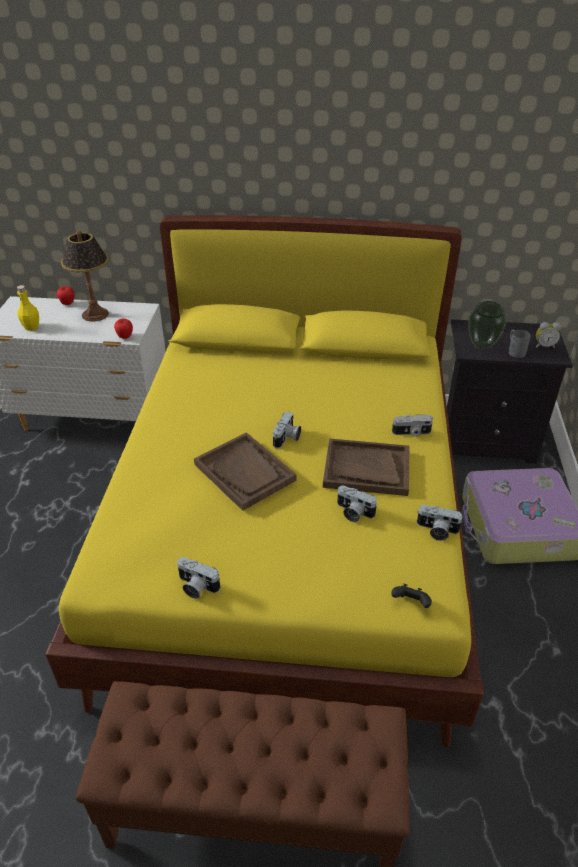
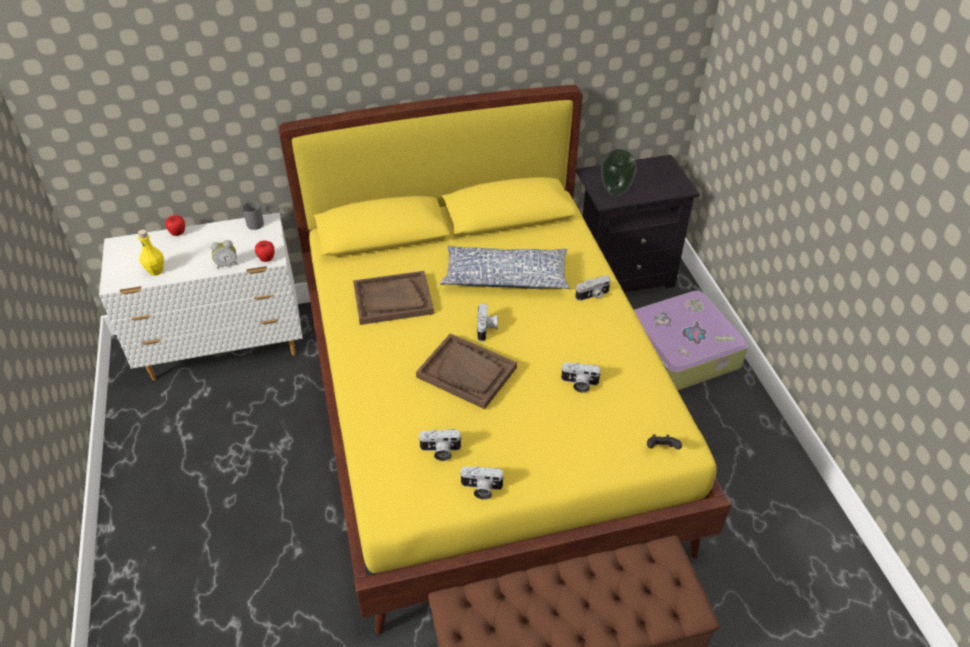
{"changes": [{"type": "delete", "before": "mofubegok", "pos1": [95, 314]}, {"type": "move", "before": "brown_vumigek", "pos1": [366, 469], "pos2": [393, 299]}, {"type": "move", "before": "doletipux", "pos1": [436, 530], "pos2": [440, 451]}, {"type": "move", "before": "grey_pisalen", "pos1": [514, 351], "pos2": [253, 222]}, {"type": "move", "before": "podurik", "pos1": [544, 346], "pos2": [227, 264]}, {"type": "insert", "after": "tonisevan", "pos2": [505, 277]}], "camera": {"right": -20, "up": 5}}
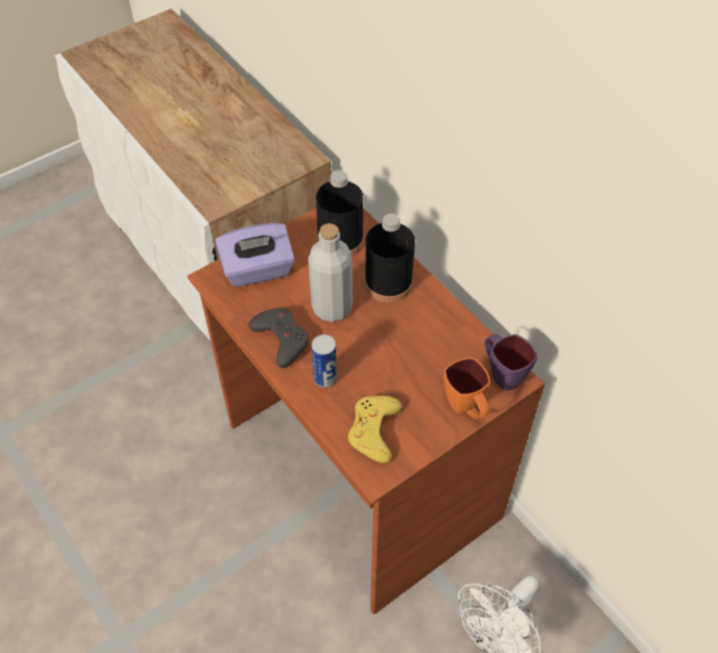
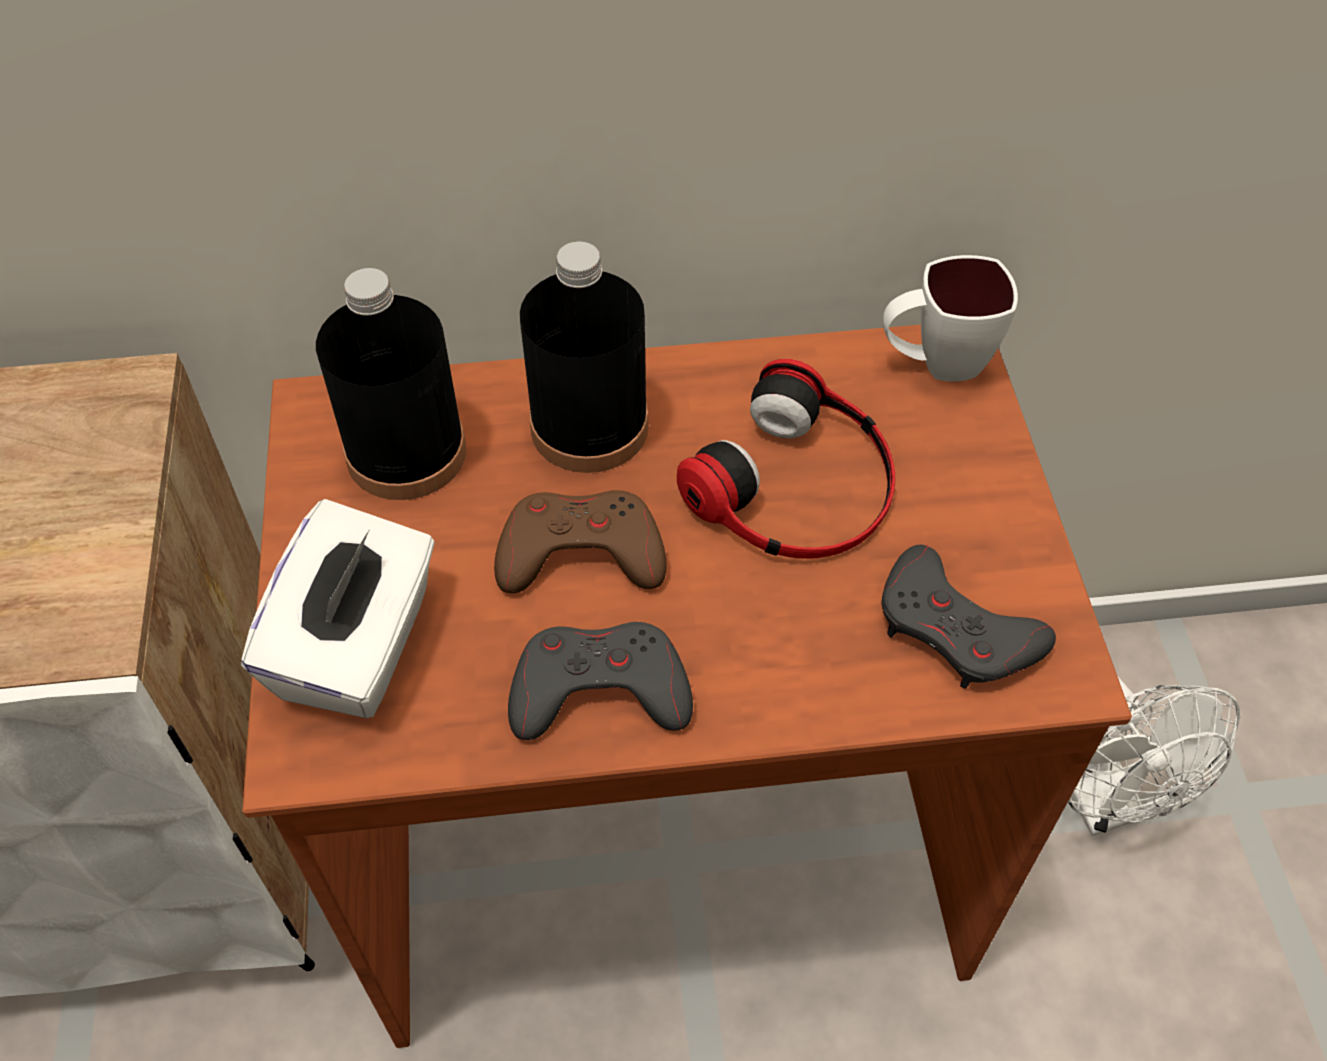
{"changes": [{"type": "recolor", "before": "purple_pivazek", "after": "white_pivazek", "pos1": [258, 270], "pos2": [359, 646]}, {"type": "replace", "before": "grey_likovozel", "after": "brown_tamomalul", "pos1": [332, 307], "pos2": [580, 553]}, {"type": "delete", "before": "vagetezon", "pos1": [325, 379]}, {"type": "recolor", "before": "yellow_tamomalul", "after": "grey_tamomalul", "pos1": [374, 431], "pos2": [955, 629]}, {"type": "delete", "before": "orange_pisalen", "pos1": [466, 409]}, {"type": "recolor", "before": "purple_pisalen", "after": "white_pisalen", "pos1": [502, 374], "pos2": [934, 364]}, {"type": "insert", "after": "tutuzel", "pos2": [797, 485]}], "camera": {"right": -60, "up": 0}}
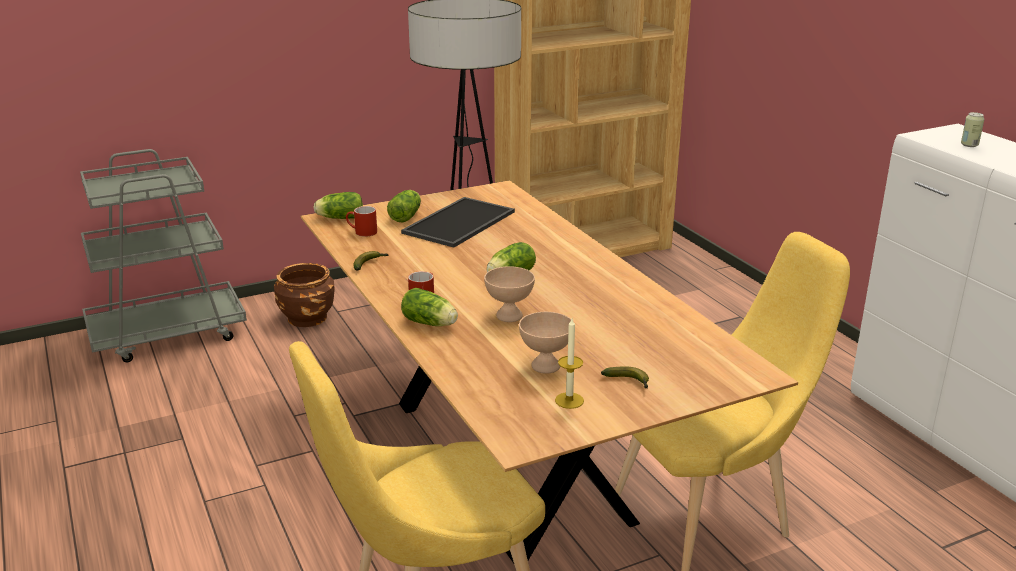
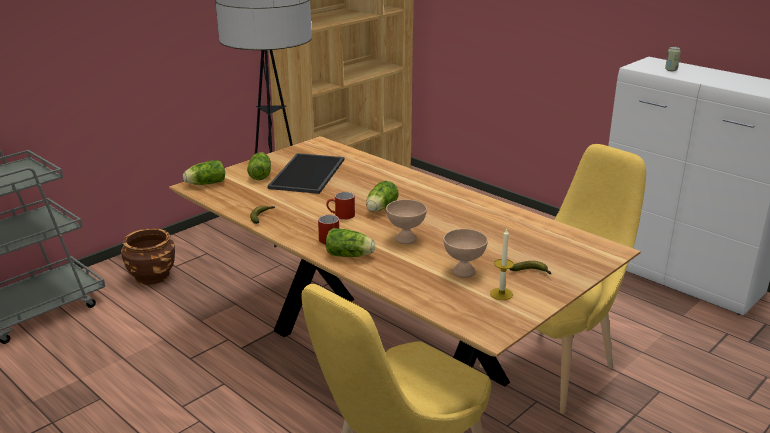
{"changes": [{"type": "move", "before": "red_pisalen", "pos1": [361, 232], "pos2": [341, 216]}], "camera": {"right": -20, "up": 0}}
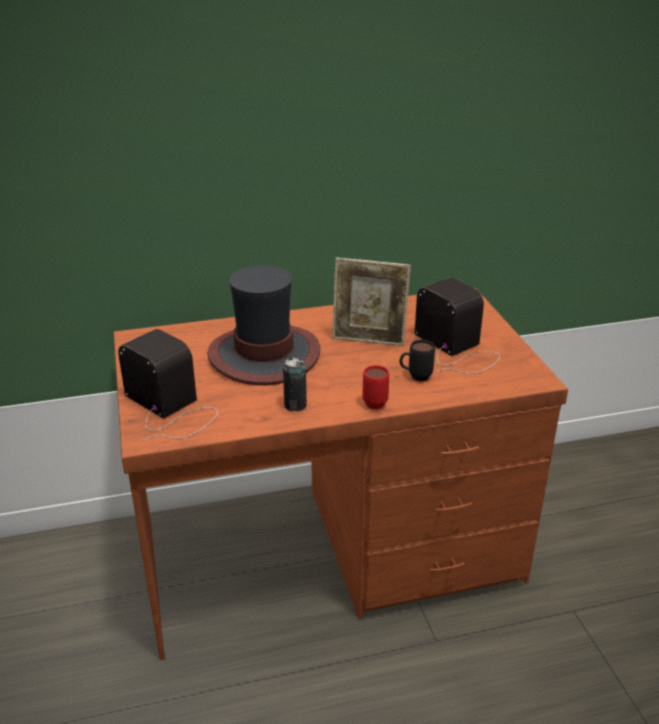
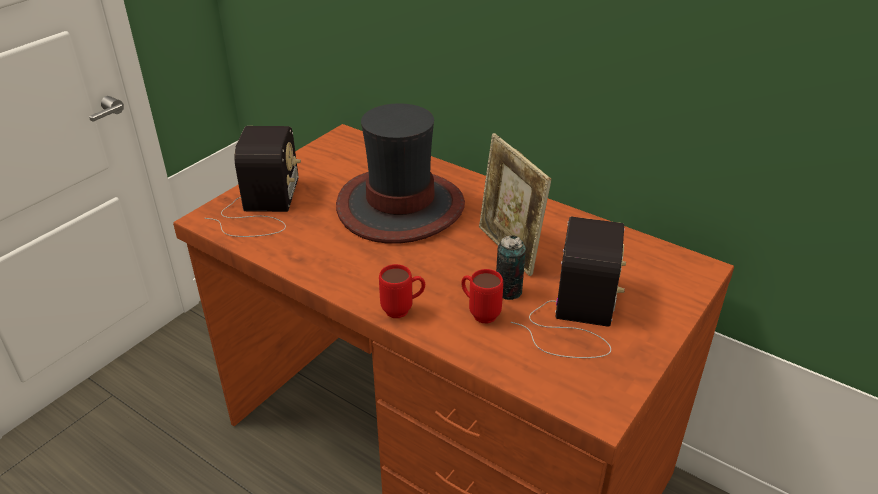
{"changes": [{"type": "move", "before": "vagetezon", "pos1": [295, 405], "pos2": [508, 291]}, {"type": "recolor", "before": "black_pisalen", "after": "red_pisalen", "pos1": [415, 377], "pos2": [479, 313]}], "camera": {"right": 50, "up": 5}}
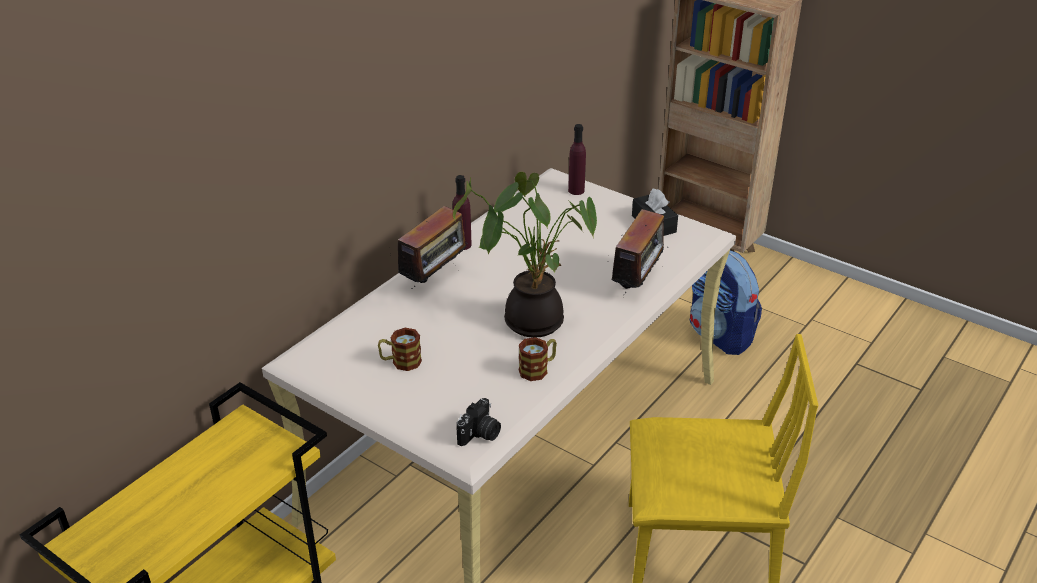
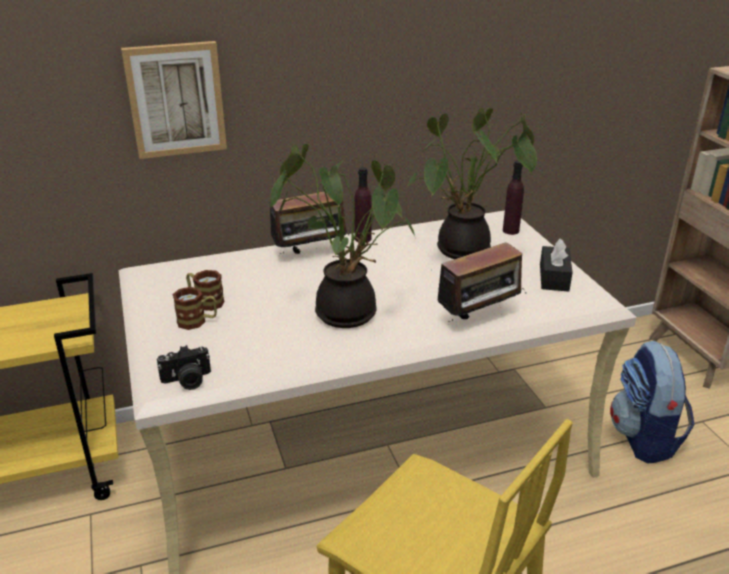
{"changes": [{"type": "move", "before": "pisalen", "pos1": [538, 369], "pos2": [197, 321]}, {"type": "insert", "after": "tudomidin", "pos2": [176, 99]}, {"type": "insert", "after": "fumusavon", "pos2": [462, 252]}], "camera": {"right": 35, "up": -5}}
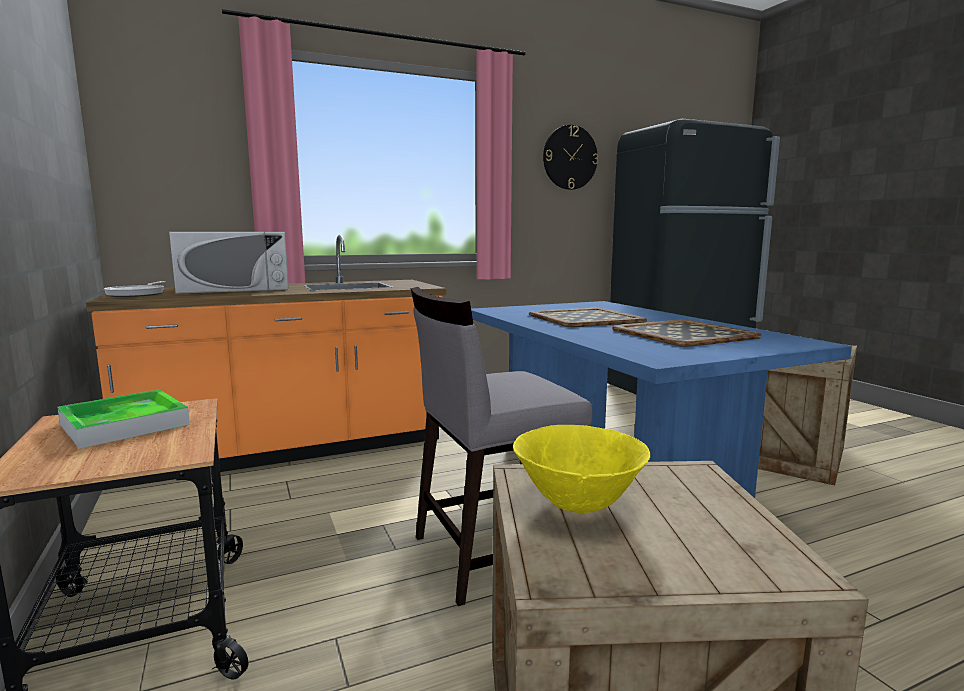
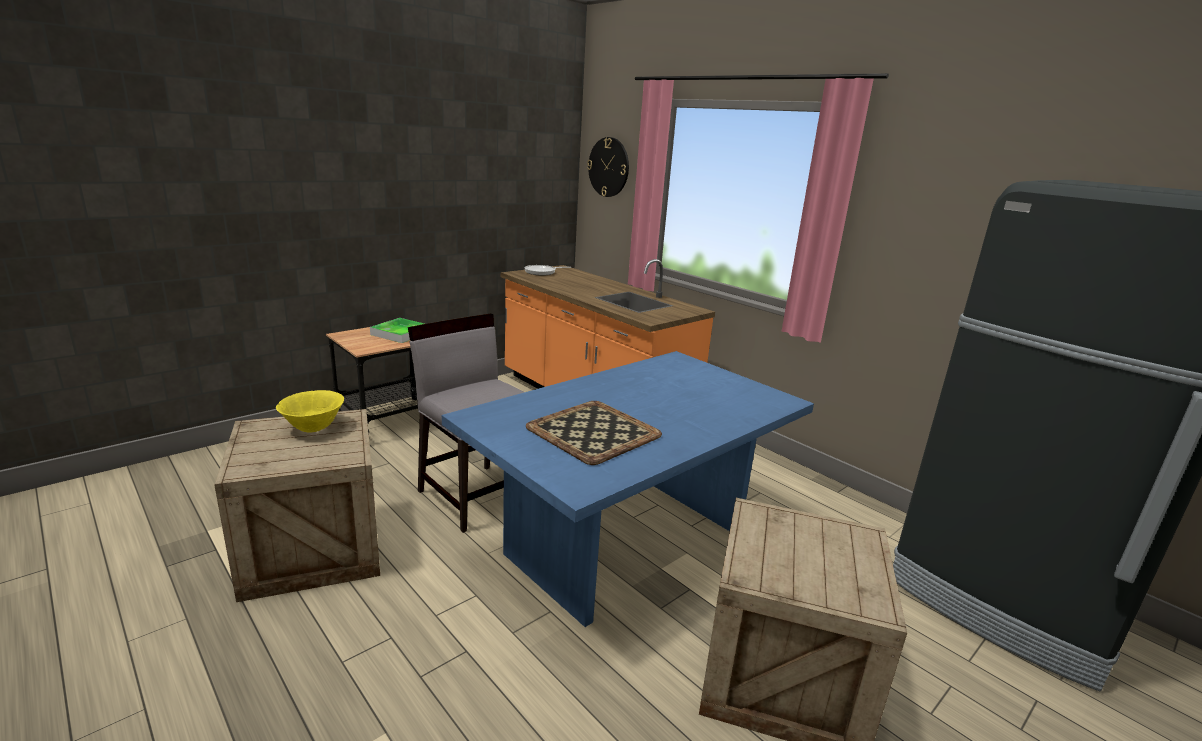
{"changes": [{"type": "delete", "before": "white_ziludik", "pos1": [236, 288]}, {"type": "delete", "before": "vumigek", "pos1": [585, 318]}, {"type": "move", "before": "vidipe", "pos1": [570, 157], "pos2": [608, 167]}], "camera": {"right": 70, "up": 10}}
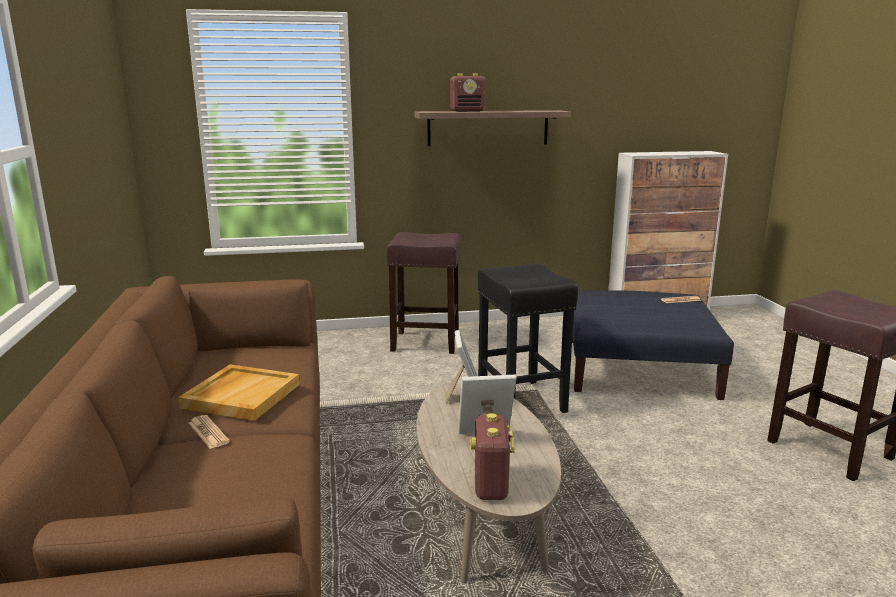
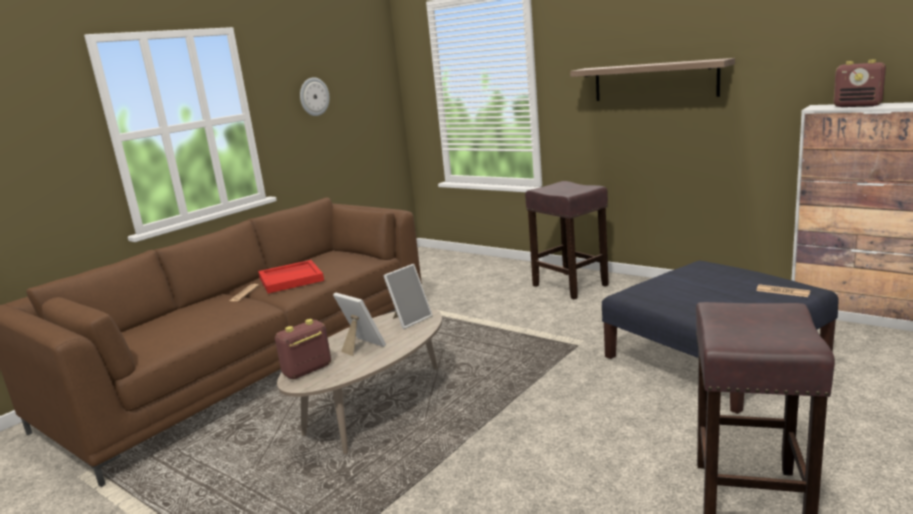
{"changes": [{"type": "recolor", "before": "beige_vumigek", "after": "red_vumigek", "pos1": [241, 395], "pos2": [291, 279]}, {"type": "move", "before": "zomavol", "pos1": [467, 111], "pos2": [857, 106]}, {"type": "delete", "before": "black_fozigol", "pos1": [522, 401]}, {"type": "insert", "after": "vidipe", "pos2": [314, 96]}], "camera": {"right": 50, "up": 0}}
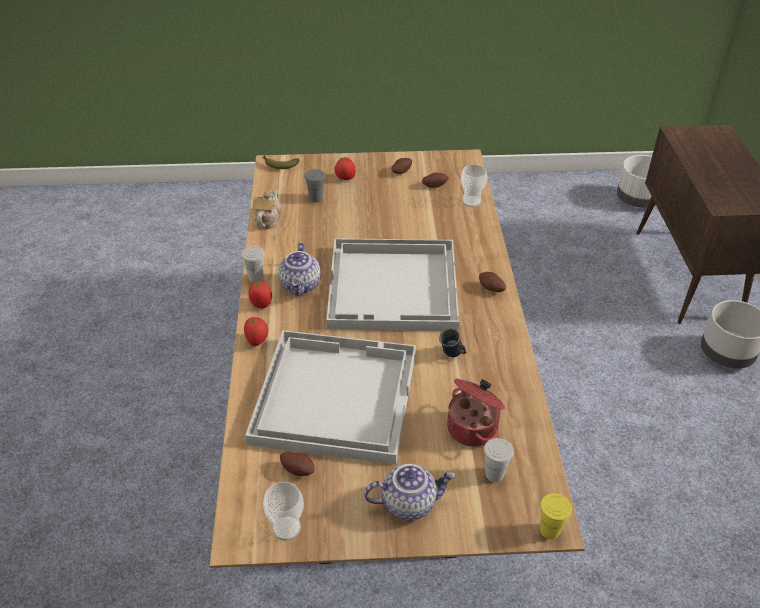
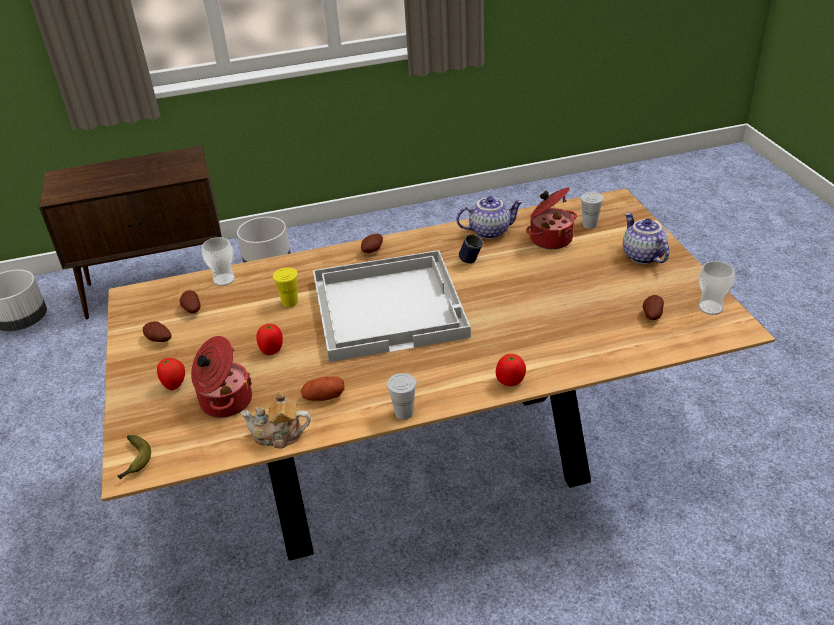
{"changes": [{"type": "delete", "before": "white_vumigek", "pos1": [334, 396]}, {"type": "move", "before": "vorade", "pos1": [261, 304], "pos2": [272, 350]}, {"type": "move", "before": "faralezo", "pos1": [301, 285], "pos2": [490, 231]}, {"type": "replace", "before": "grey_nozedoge", "after": "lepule", "pos1": [316, 198], "pos2": [224, 401]}, {"type": "move", "before": "yellow_nozedoge", "pos1": [549, 530], "pos2": [290, 302]}, {"type": "insert", "after": "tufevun", "pos2": [324, 397]}], "camera": {"right": -100, "up": -5}}
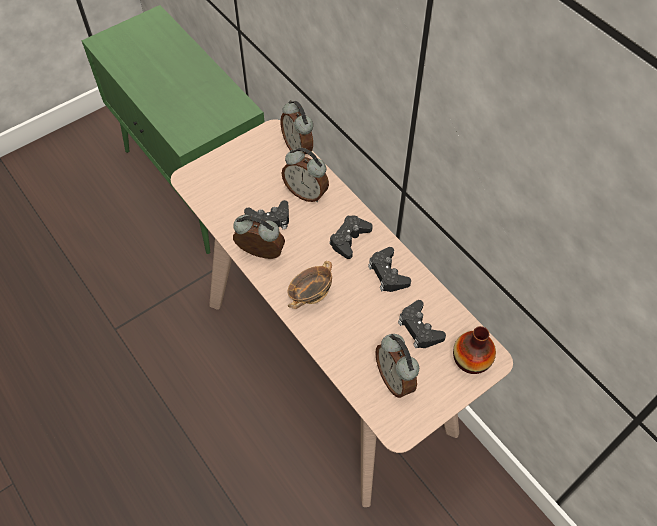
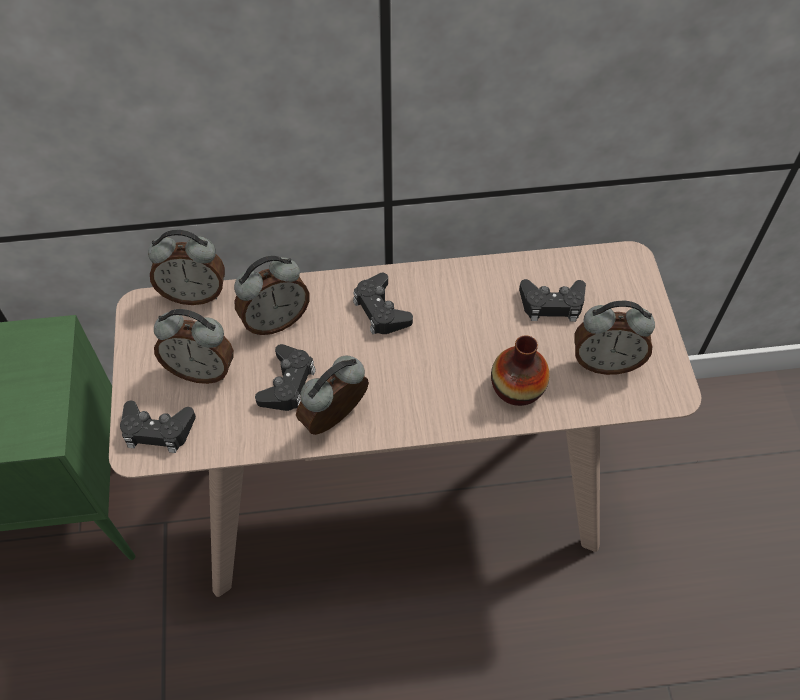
{"changes": [{"type": "delete", "before": "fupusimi", "pos1": [310, 293]}, {"type": "move", "before": "black_tamomalul", "pos1": [388, 273], "pos2": [157, 430]}, {"type": "move", "before": "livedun", "pos1": [471, 359], "pos2": [517, 387]}, {"type": "insert", "after": "podurik", "pos2": [201, 370]}], "camera": {"right": -60, "up": 0}}
